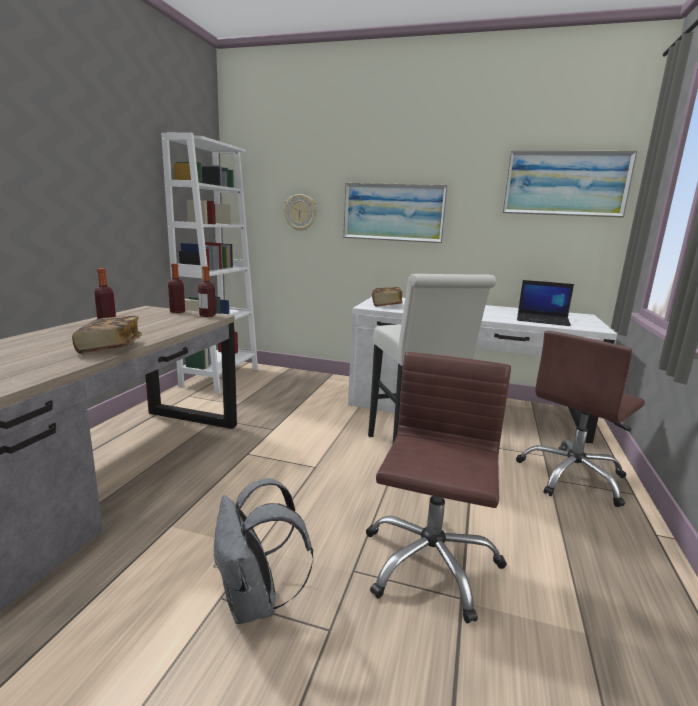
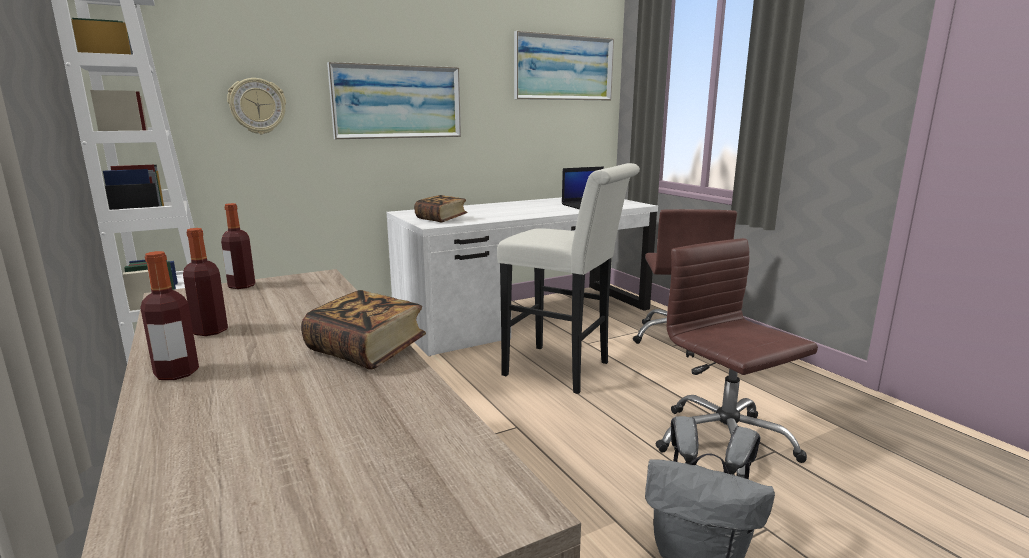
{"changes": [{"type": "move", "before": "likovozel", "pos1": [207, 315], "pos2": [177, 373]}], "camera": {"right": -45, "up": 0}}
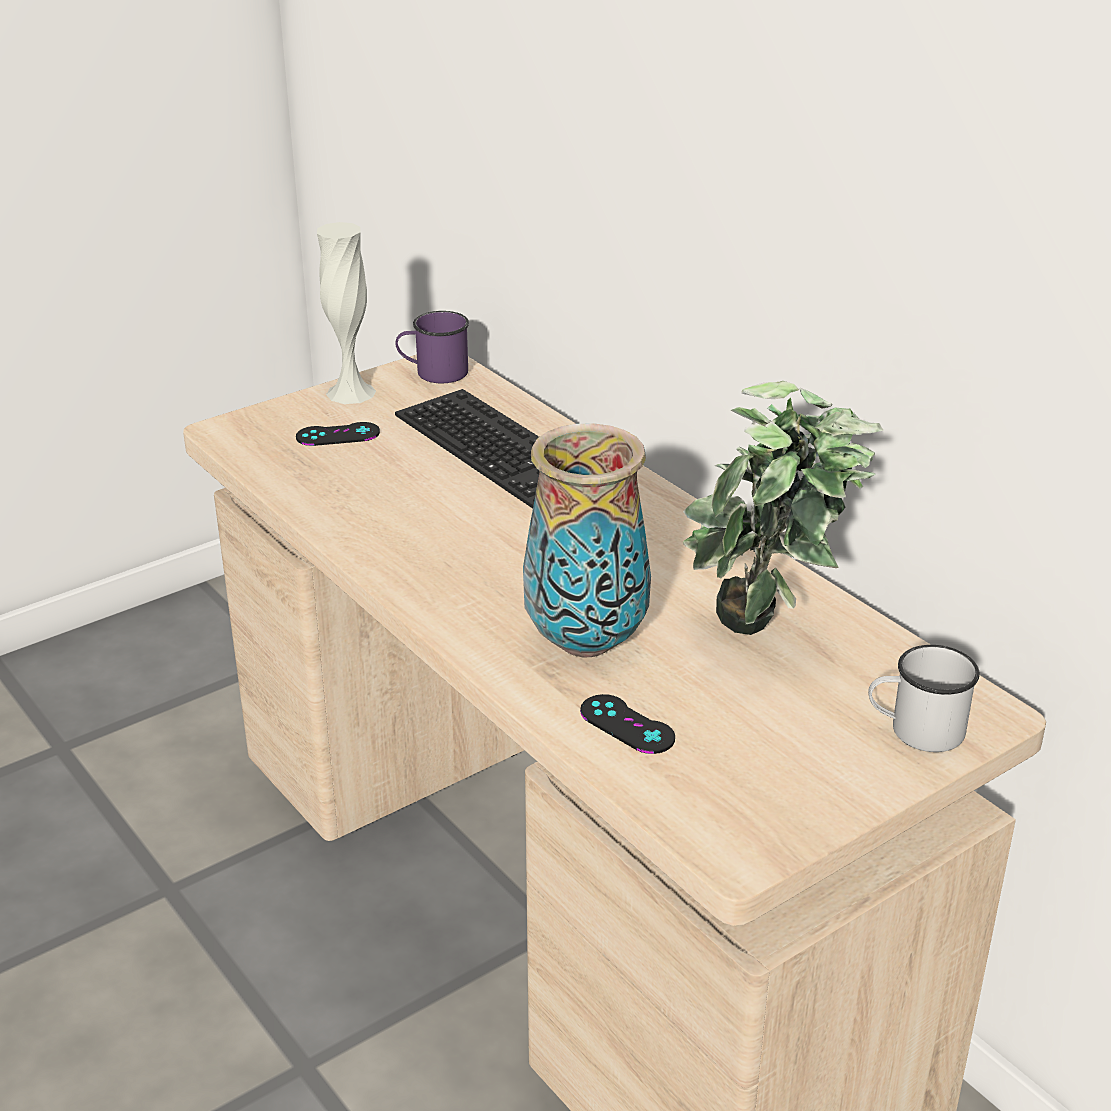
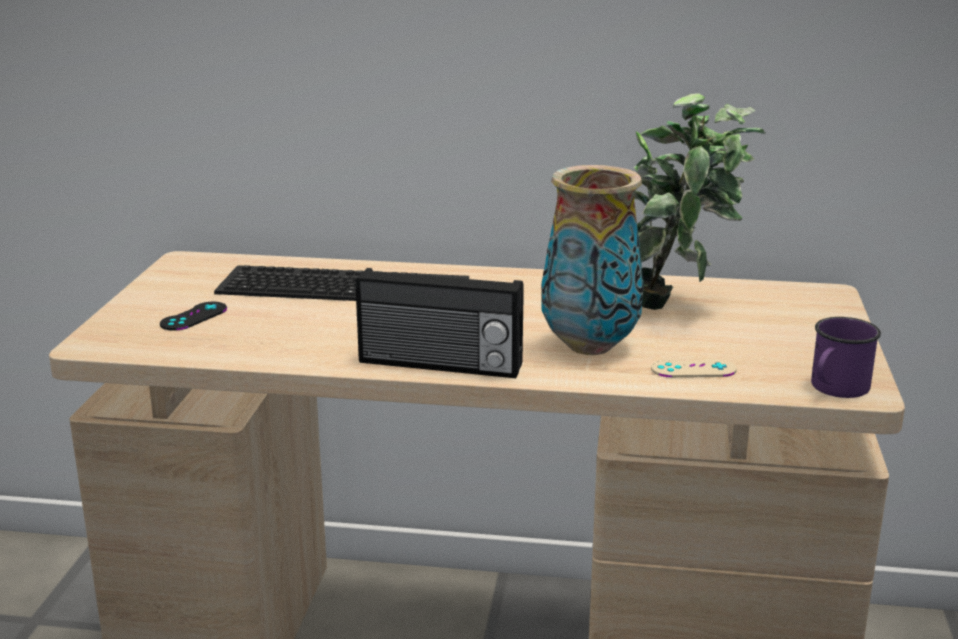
{"changes": [{"type": "delete", "before": "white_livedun", "pos1": [351, 392]}, {"type": "move", "before": "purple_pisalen", "pos1": [434, 373], "pos2": [835, 389]}, {"type": "recolor", "before": "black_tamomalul", "after": "beige_tamomalul", "pos1": [627, 725], "pos2": [693, 369]}, {"type": "delete", "before": "white_pisalen", "pos1": [915, 730]}, {"type": "insert", "after": "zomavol", "pos2": [439, 365]}], "camera": {"right": -45, "up": -10}}
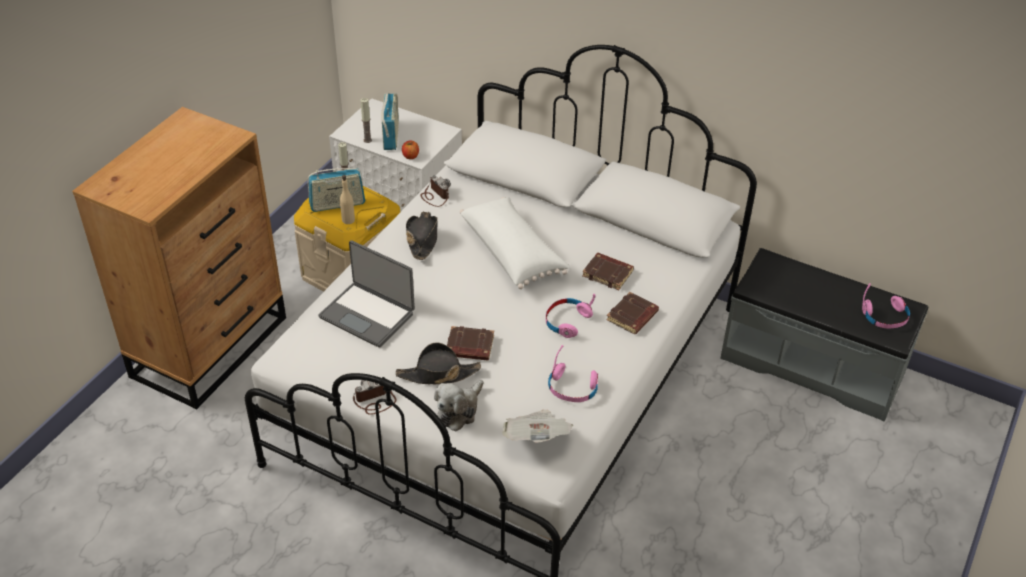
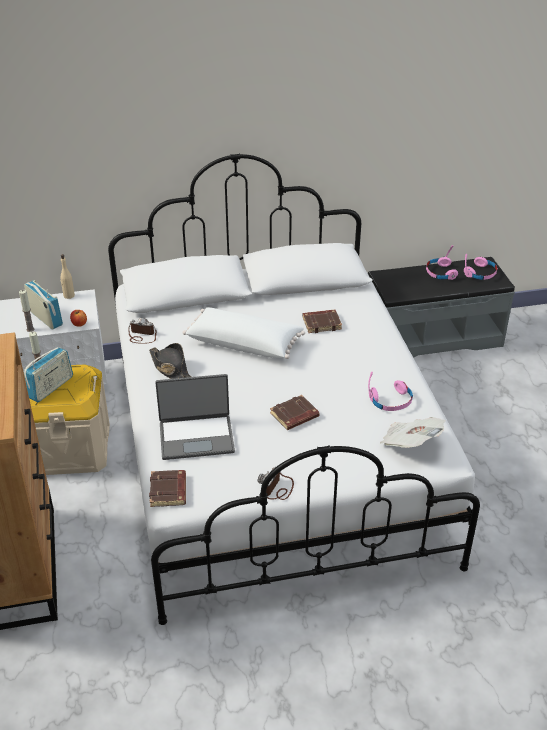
{"changes": [{"type": "move", "before": "beige_likovozel", "pos1": [348, 220], "pos2": [69, 296]}, {"type": "delete", "before": "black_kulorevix", "pos1": [438, 374]}, {"type": "delete", "before": "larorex", "pos1": [459, 410]}, {"type": "move", "before": "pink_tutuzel", "pos1": [567, 321], "pos2": [440, 273]}, {"type": "move", "before": "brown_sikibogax", "pos1": [632, 317], "pos2": [169, 491]}], "camera": {"right": -40, "up": -5}}
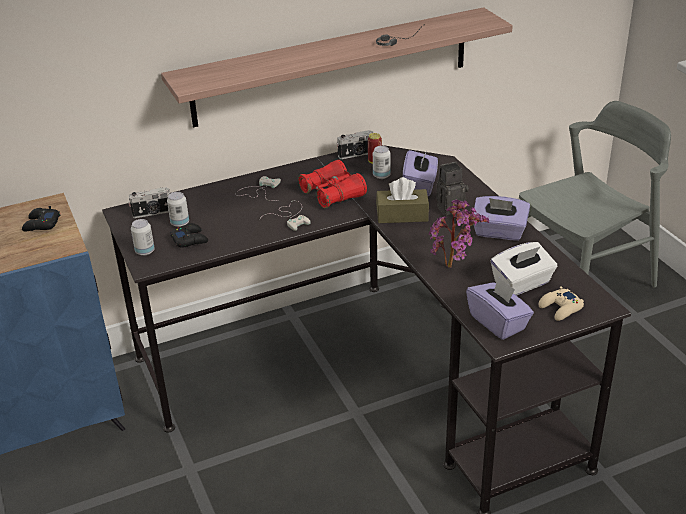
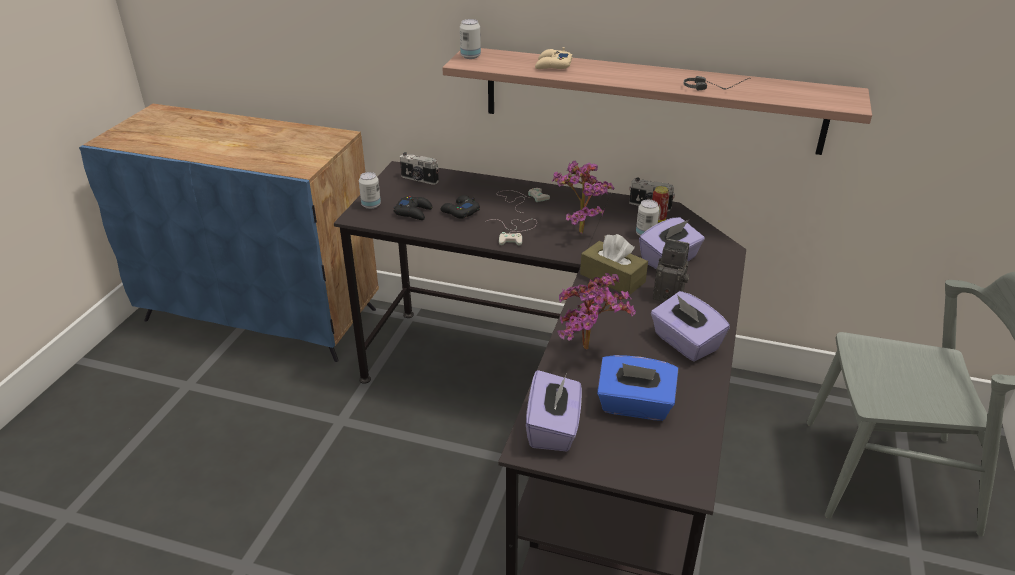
{"changes": [{"type": "move", "before": "black_tamomalul", "pos1": [41, 224], "pos2": [460, 211]}, {"type": "move", "before": "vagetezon", "pos1": [180, 223], "pos2": [470, 56]}, {"type": "replace", "before": "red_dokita", "after": "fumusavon", "pos1": [332, 194], "pos2": [578, 229]}, {"type": "recolor", "before": "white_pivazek", "after": "blue_pivazek", "pos1": [522, 283], "pos2": [634, 406]}, {"type": "move", "before": "beige_tamomalul", "pos1": [560, 308], "pos2": [553, 65]}], "camera": {"right": 40, "up": 0}}
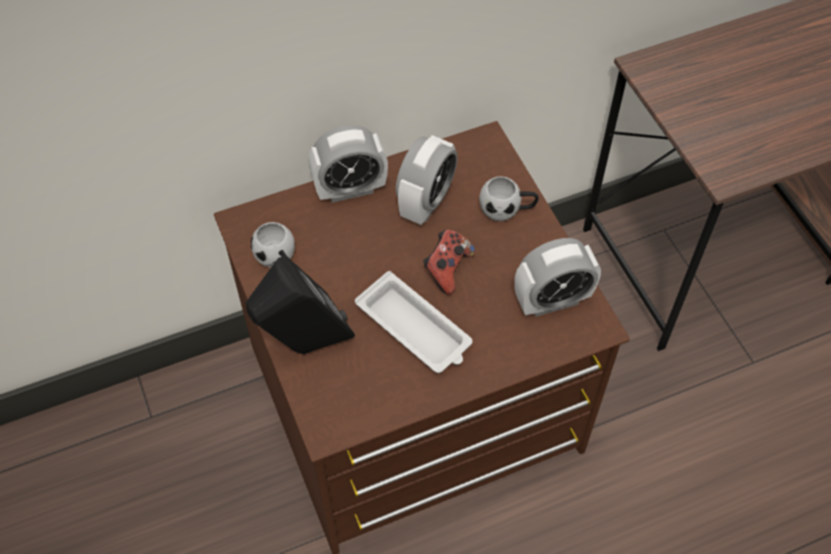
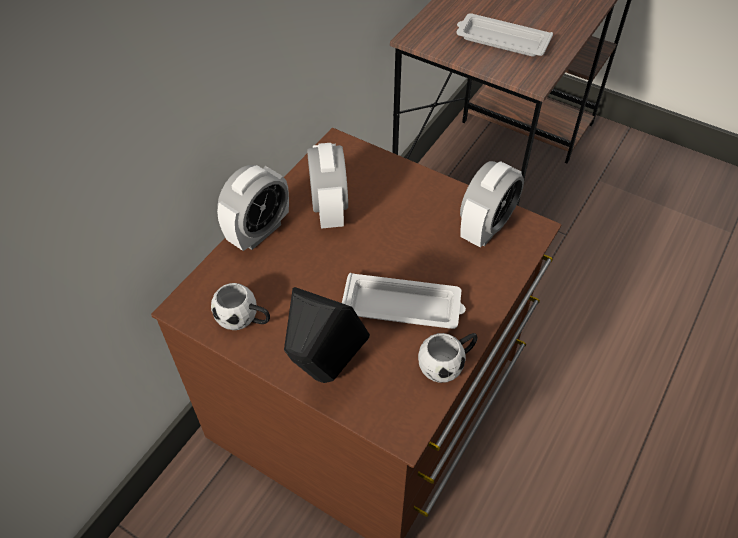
{"changes": [{"type": "delete", "before": "tamomalul", "pos1": [447, 269]}, {"type": "move", "before": "white_pisalen", "pos1": [507, 210], "pos2": [447, 364]}, {"type": "insert", "after": "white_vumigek", "pos2": [501, 40]}], "camera": {"right": -35, "up": -5}}
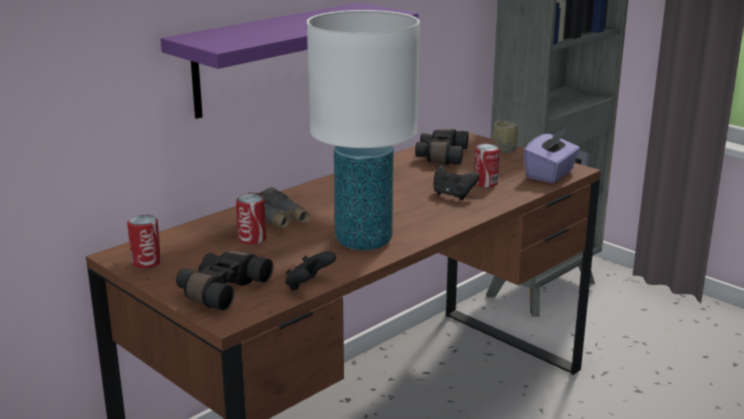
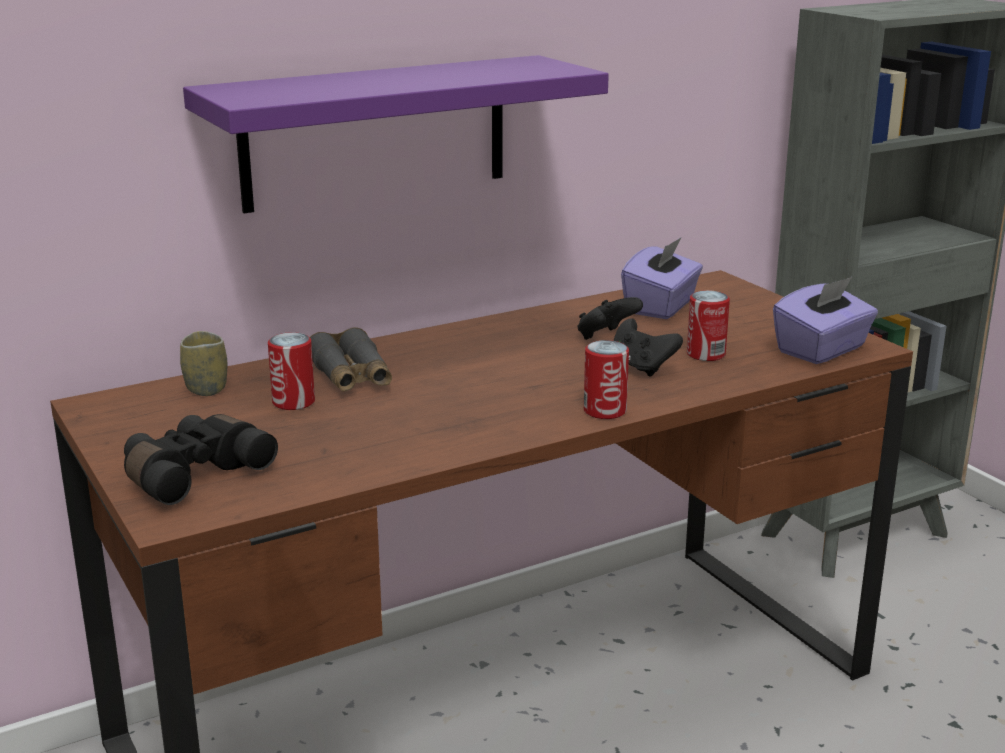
{"changes": [{"type": "move", "before": "vagetezon", "pos1": [146, 262], "pos2": [605, 411]}, {"type": "move", "before": "black_tamomalul", "pos1": [308, 286], "pos2": [606, 337]}, {"type": "delete", "before": "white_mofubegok", "pos1": [364, 241]}, {"type": "replace", "before": "black_dokita", "after": "purple_pivazek", "pos1": [440, 156], "pos2": [661, 307]}, {"type": "move", "before": "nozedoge", "pos1": [504, 150], "pos2": [206, 389]}], "camera": {"right": 15, "up": 0}}
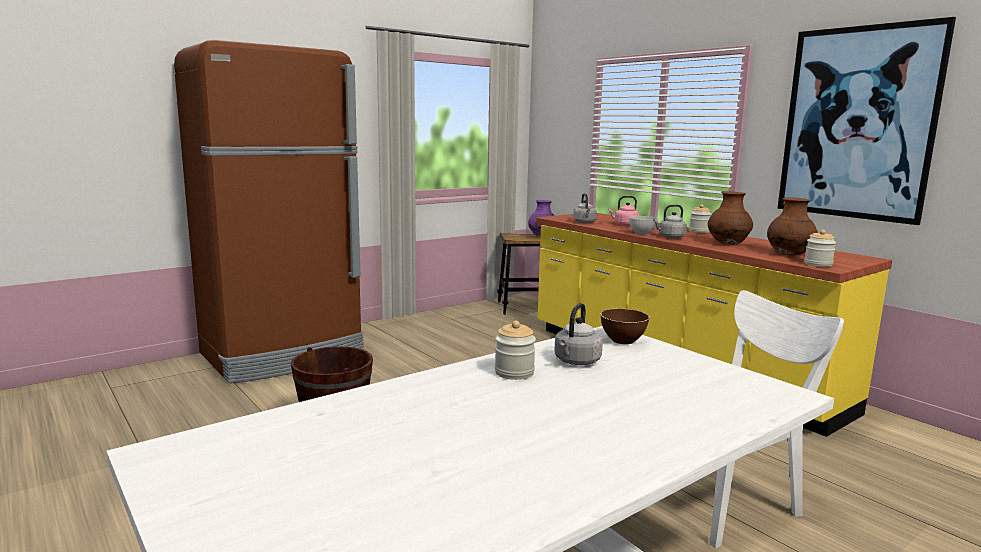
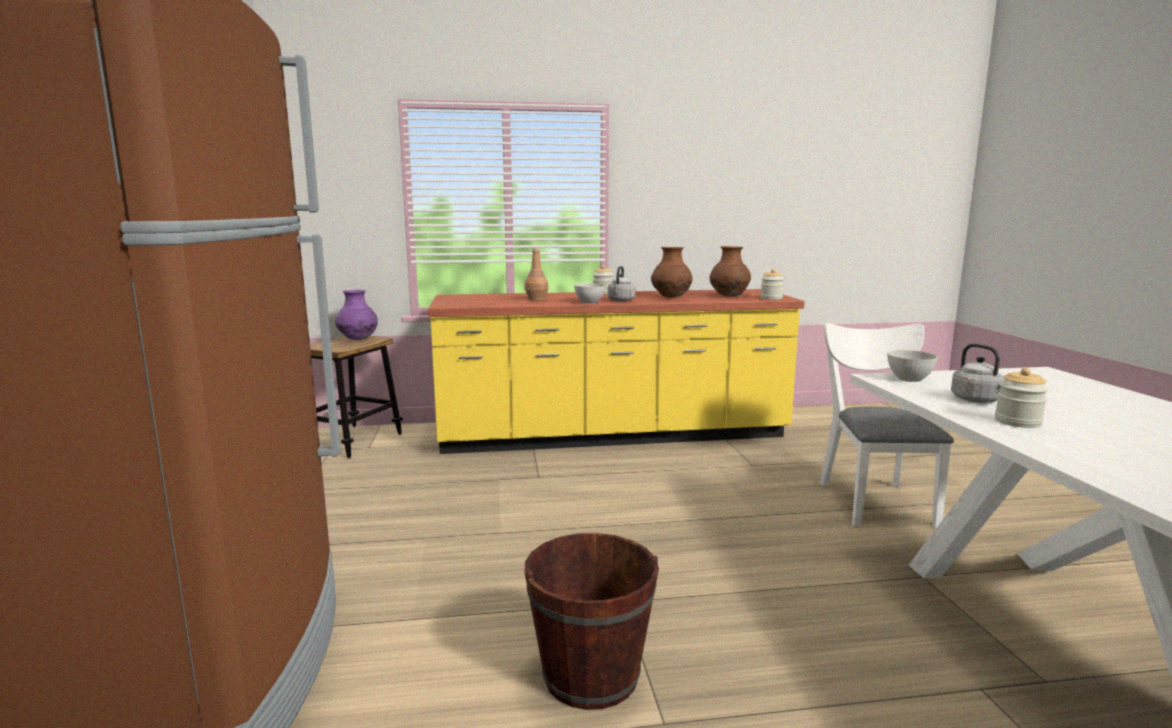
{"changes": [{"type": "delete", "before": "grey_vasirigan", "pos1": [584, 222]}, {"type": "recolor", "before": "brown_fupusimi", "after": "grey_fupusimi", "pos1": [623, 340], "pos2": [909, 379]}, {"type": "replace", "before": "pink_vasirigan", "after": "brown_likovozel", "pos1": [624, 225], "pos2": [536, 299]}, {"type": "delete", "before": "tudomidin", "pos1": [857, 123]}], "camera": {"right": -60, "up": 0}}
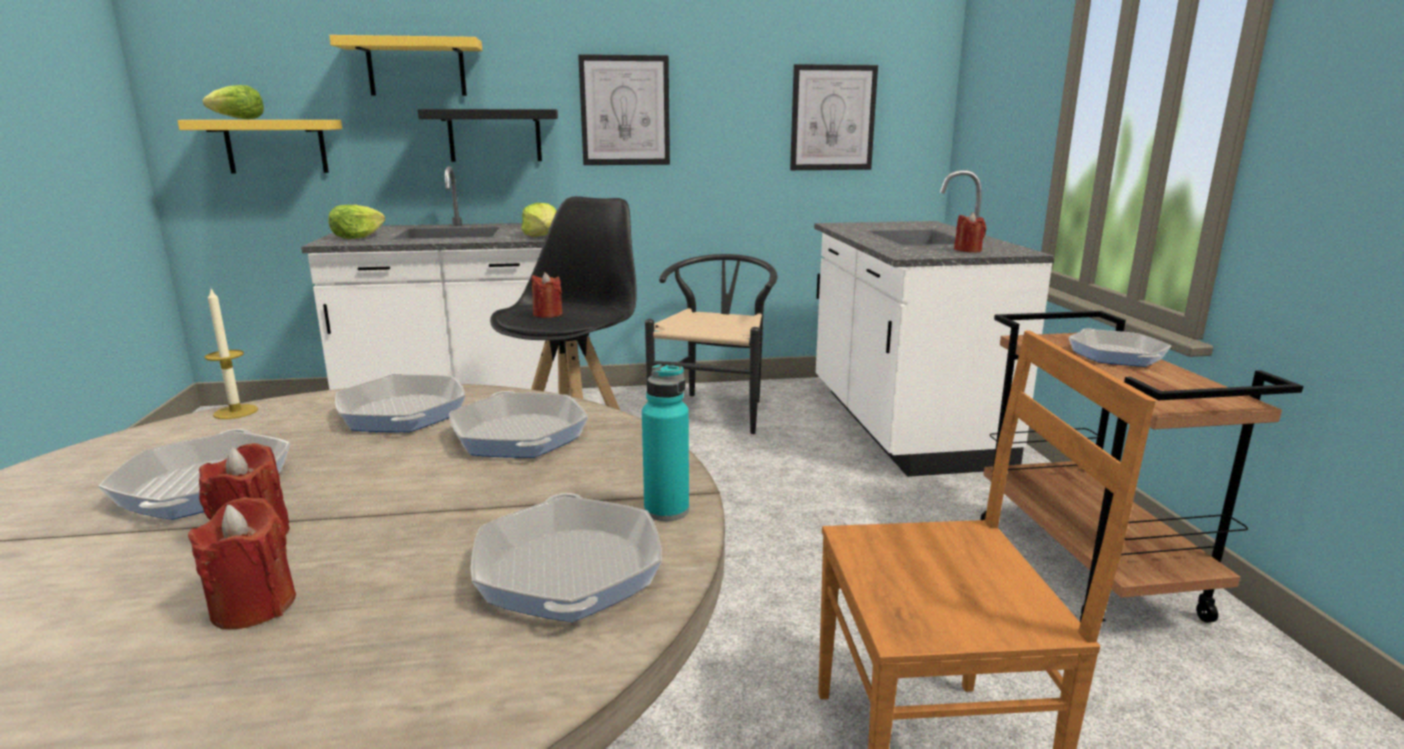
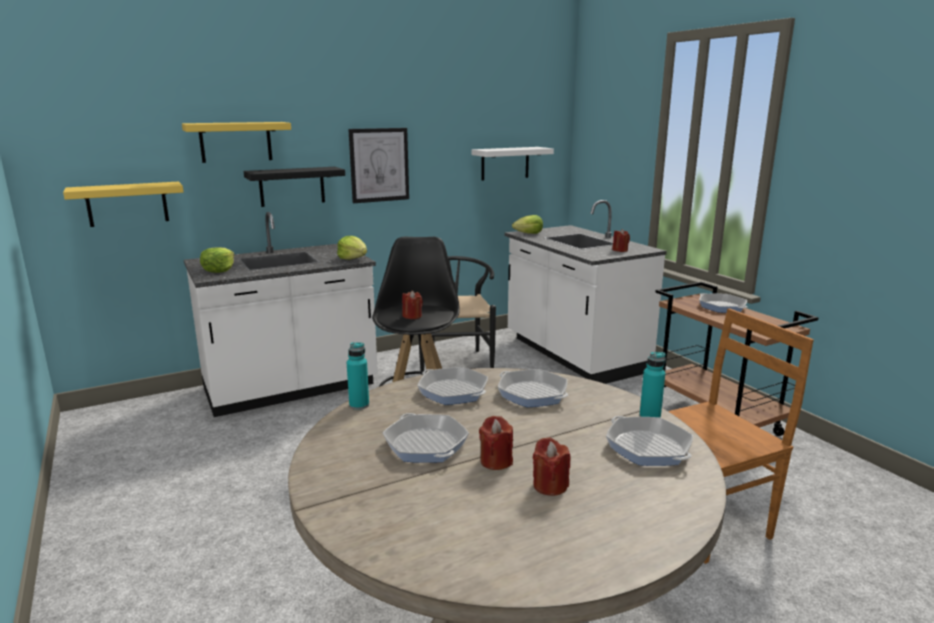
{"changes": [{"type": "move", "before": "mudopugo", "pos1": [238, 119], "pos2": [528, 234]}, {"type": "replace", "before": "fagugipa", "after": "turquoise_likovozel", "pos1": [235, 412], "pos2": [359, 405]}, {"type": "replace", "before": "tudomidin", "after": "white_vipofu", "pos1": [832, 118], "pos2": [505, 163]}], "camera": {"right": -20, "up": 0}}
